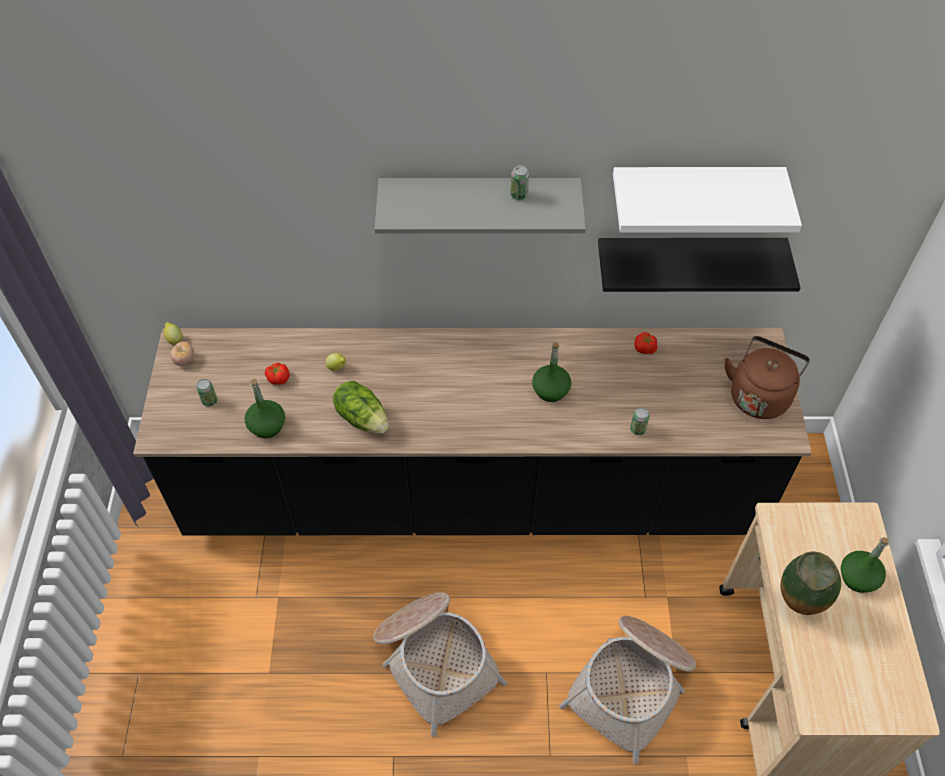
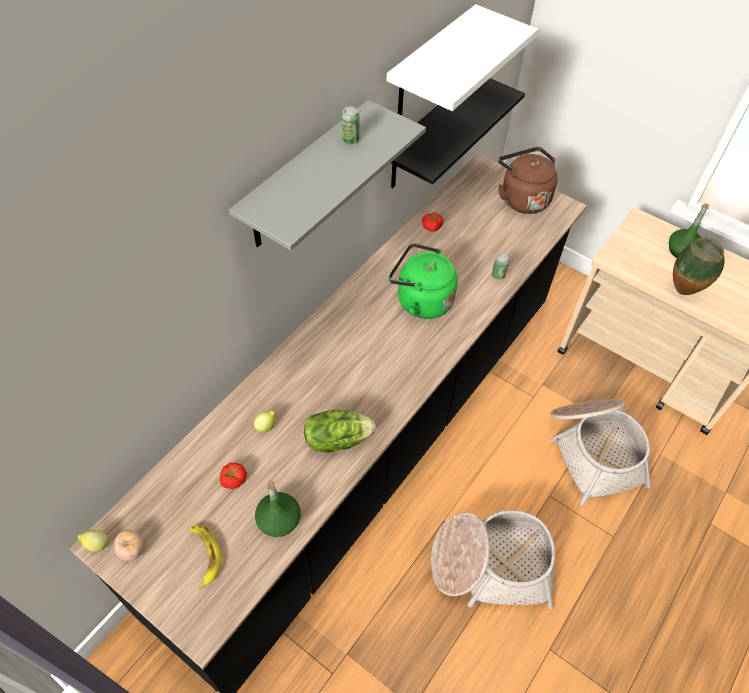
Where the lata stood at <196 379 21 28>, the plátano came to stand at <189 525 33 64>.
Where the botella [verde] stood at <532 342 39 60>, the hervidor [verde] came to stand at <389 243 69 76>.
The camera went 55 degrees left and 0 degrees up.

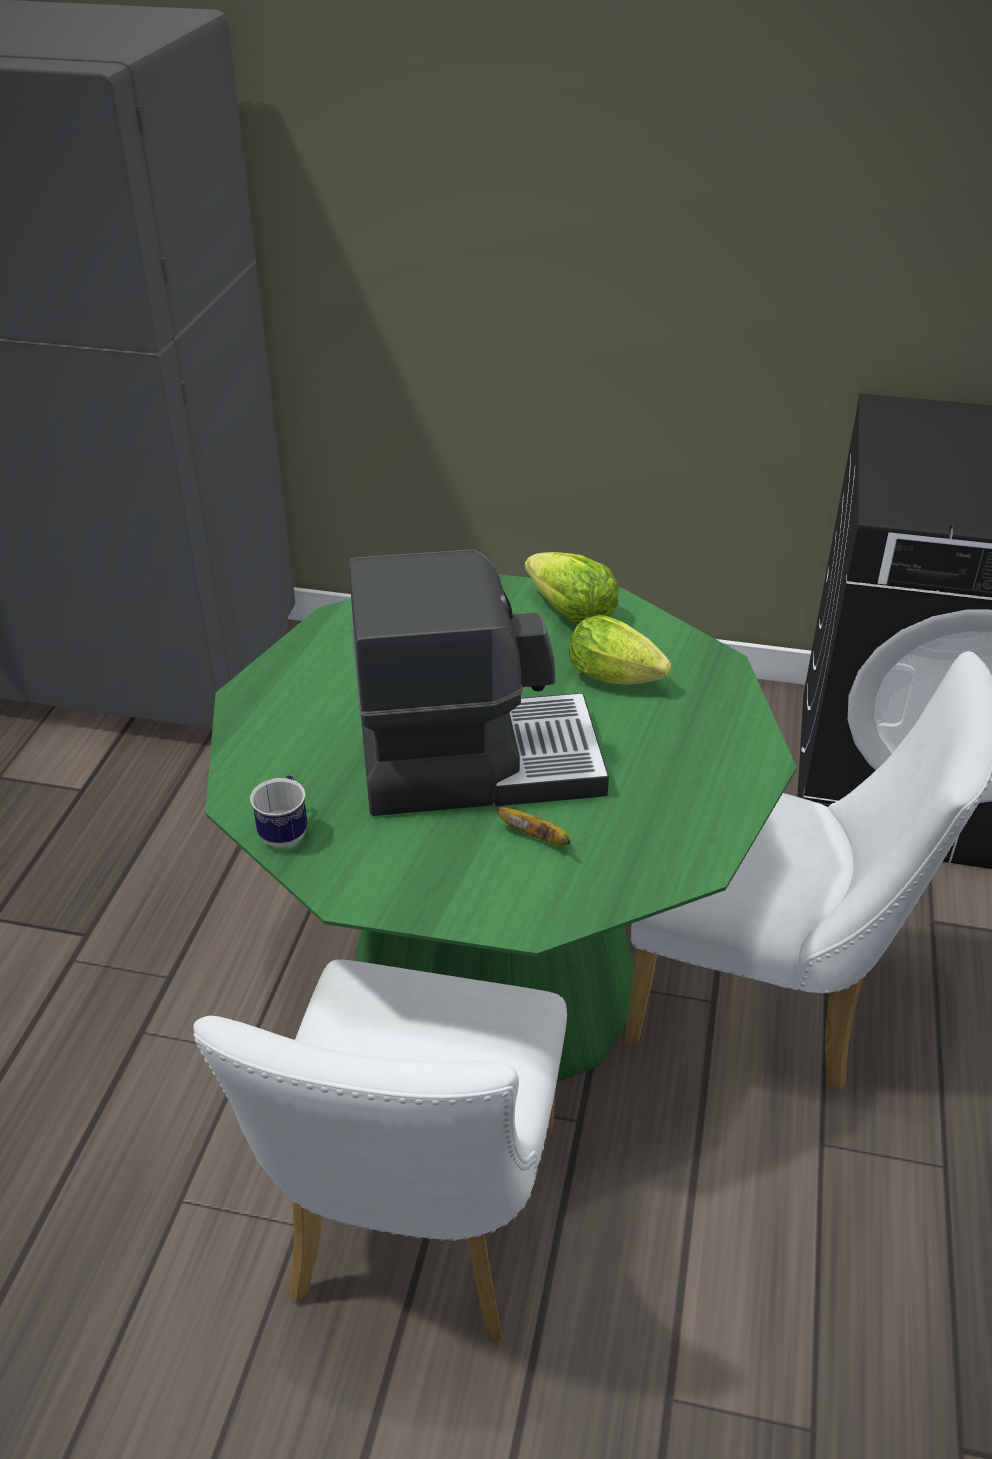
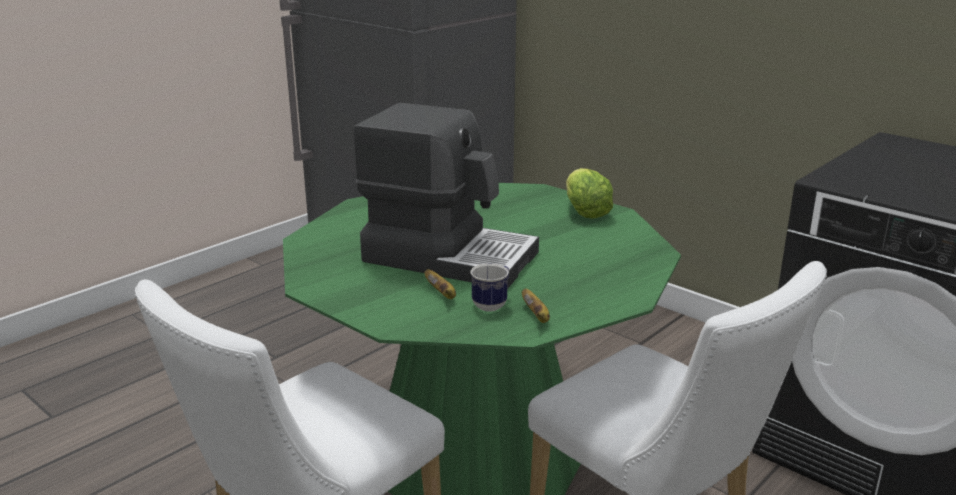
The second view lost the lechuga at <569 615 103 70>.
The second view gained the plátano at <522 289 28 34>.
The taza grande ended up elsewhere, having gone from <250 775 57 73> to <470 263 39 49>.
The camera went 30 degrees right and 15 degrees down.

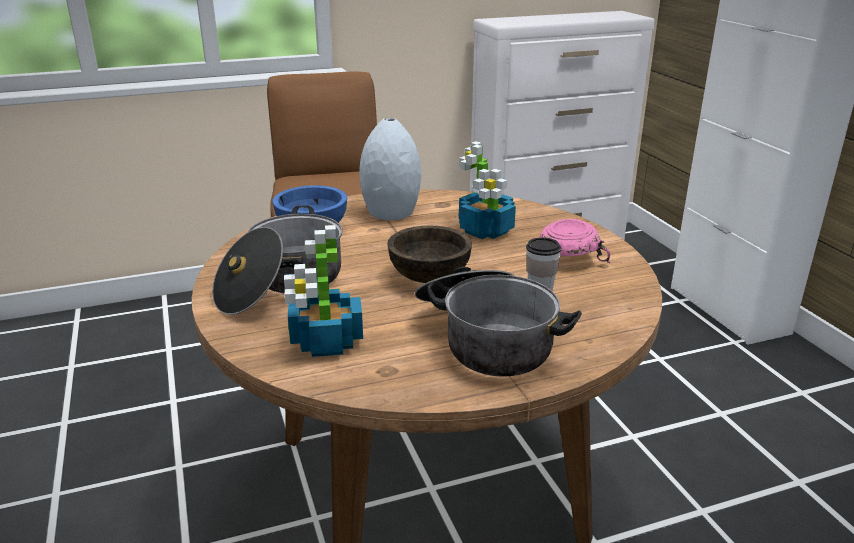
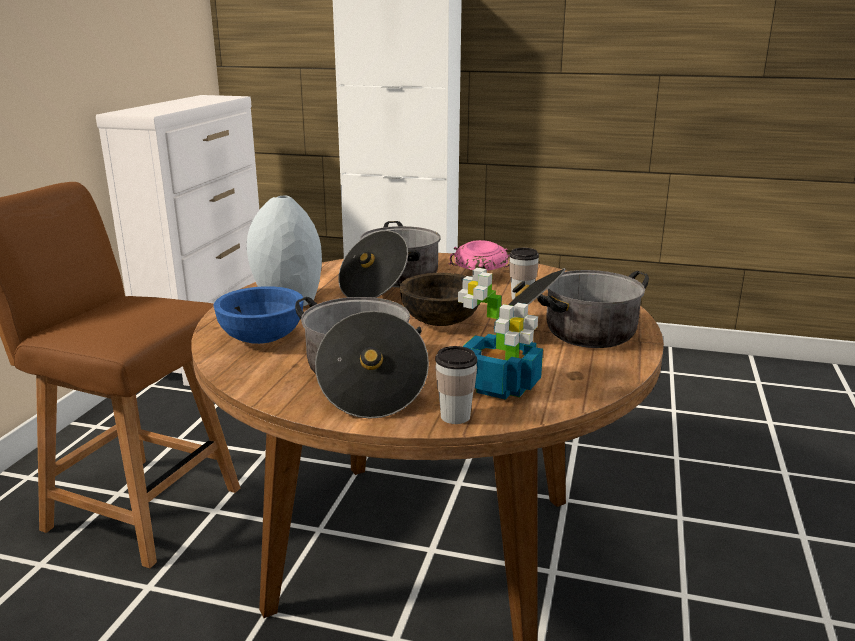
The second view gained the taza at <435 346 42 78>.
Where the planta en maceta stood at <459 141 57 98>, the olla came to stand at <338 221 103 77>.
The camera went 55 degrees left and 5 degrees down.

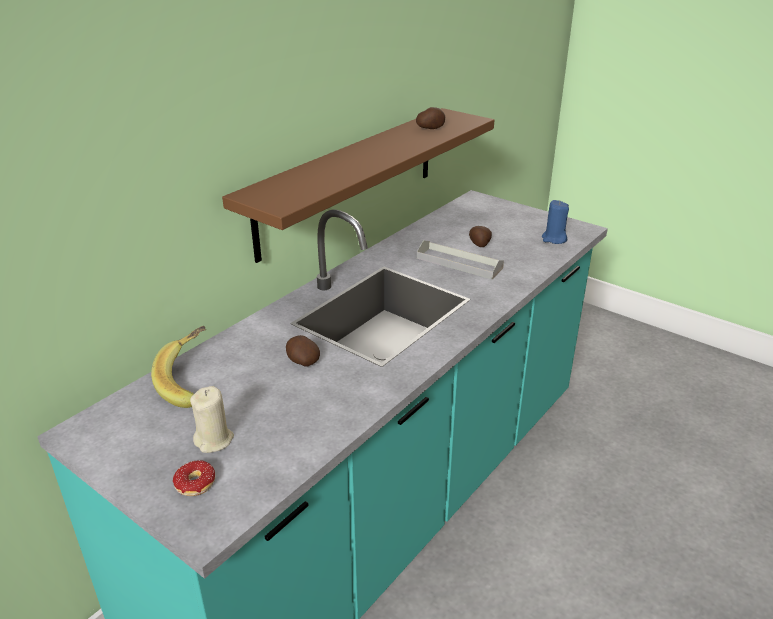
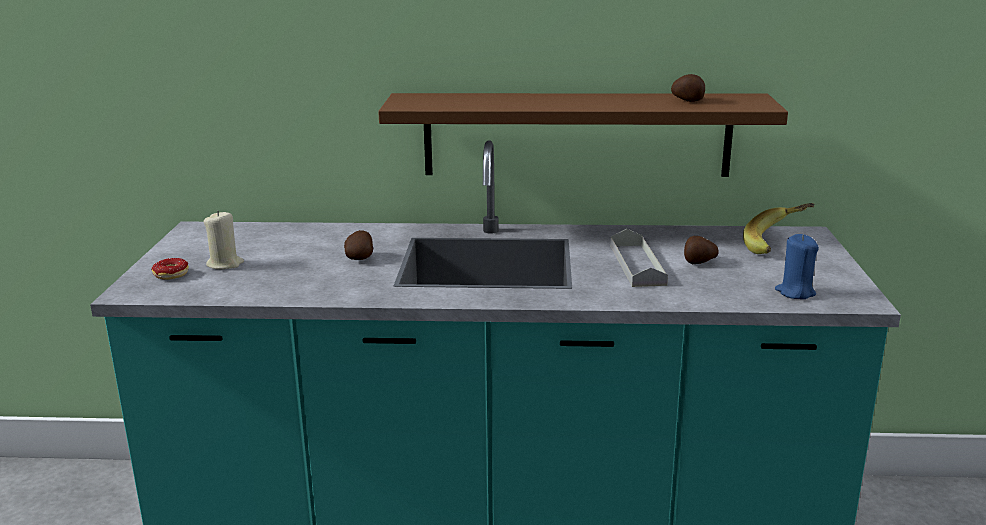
The plátano ended up elsewhere, having gone from <151 326 55 82> to <743 203 72 51>.
The camera went 55 degrees right and 10 degrees down.

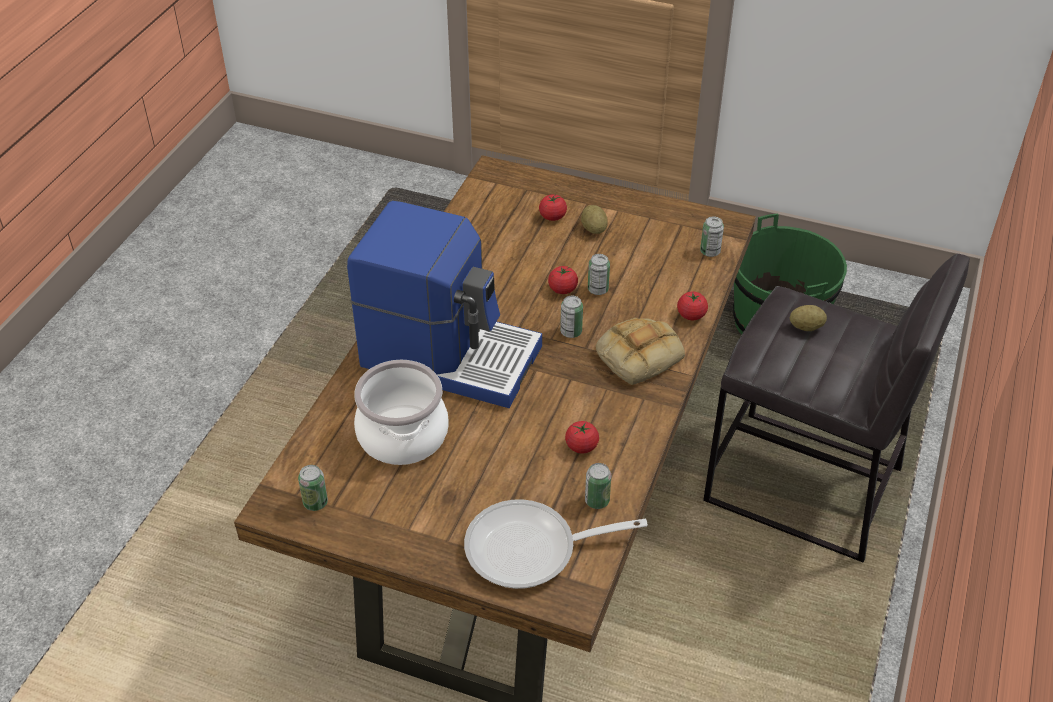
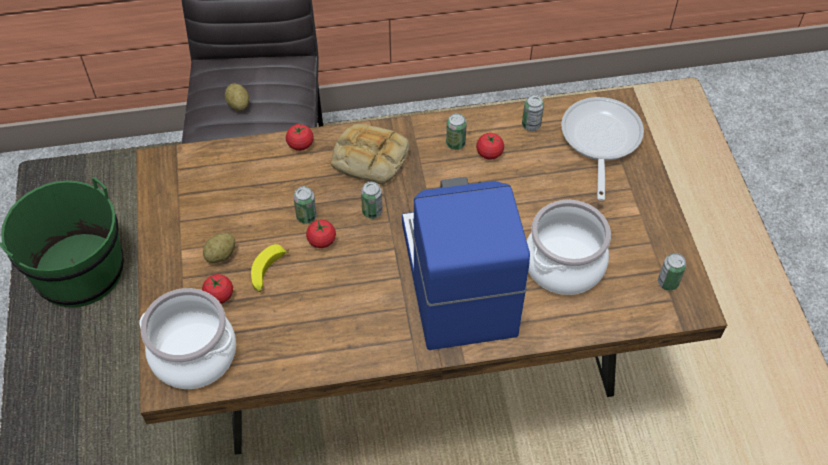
The second view gained the olla at <139 288 97 101>.
The second view gained the plátano at <251 244 38 48>.
The lata ended up elsewhere, having gone from <700 216 24 41> to <446 113 21 37>.
The sartén at <464 499 184 90> ended up facing another way, 135 degrees counterclockwise from before.
The camera went 120 degrees left and 10 degrees up.

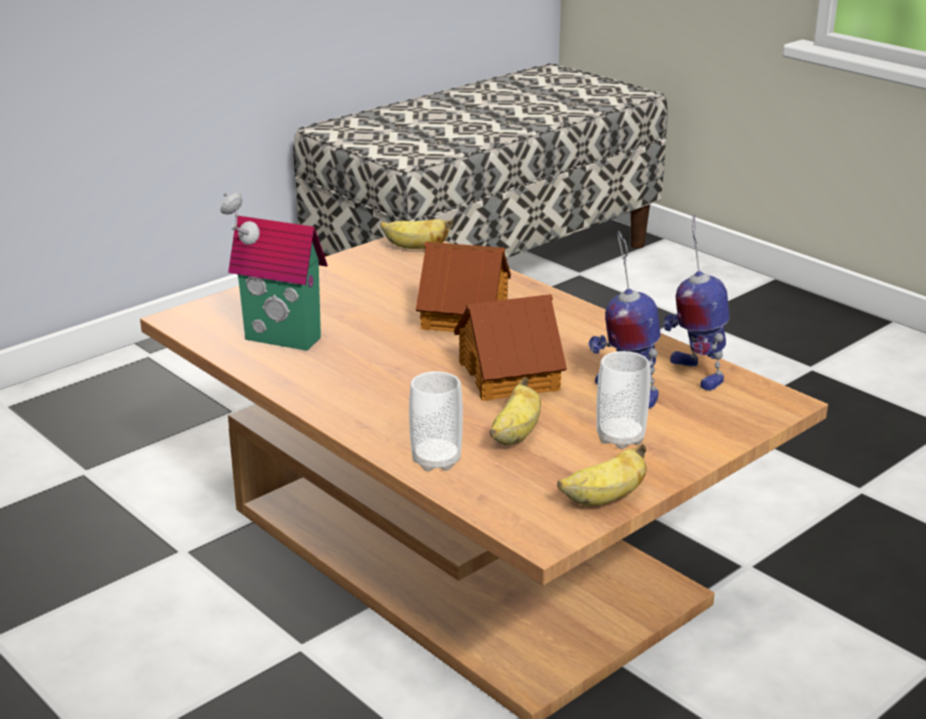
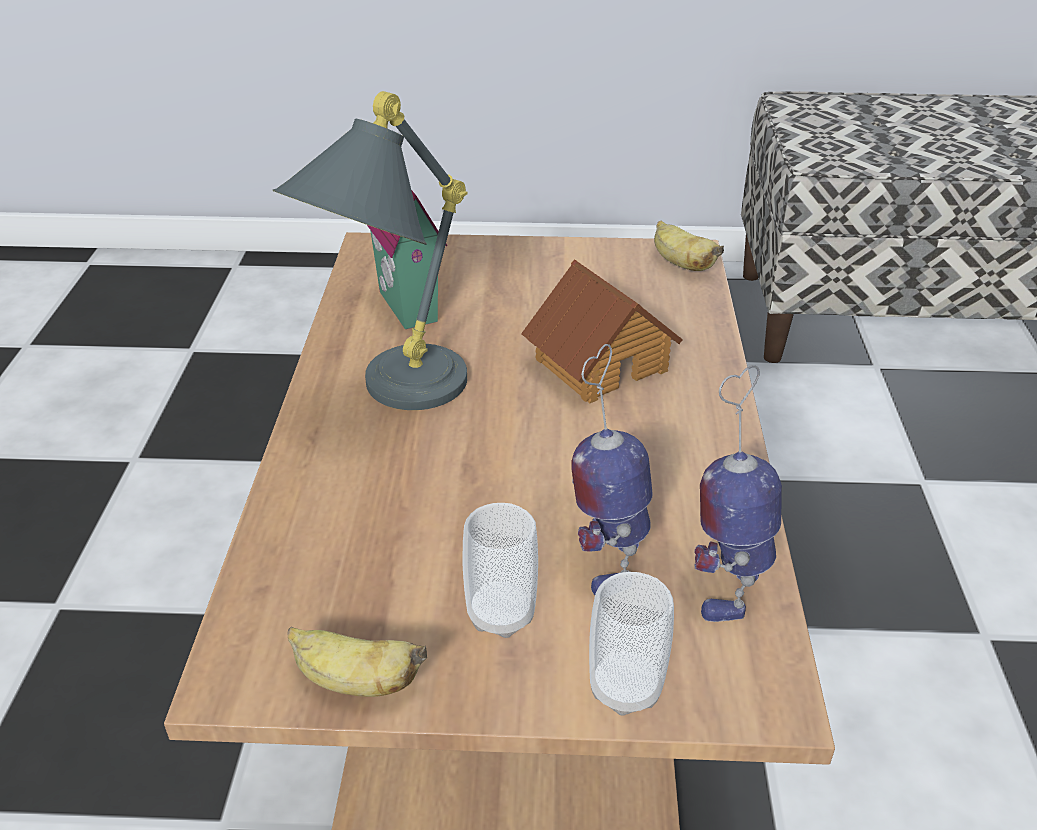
The second view lost the casita at <454 294 113 107>.
The second view lost the plátano at <489 377 52 68>.
The second view gained the lámpara de mesa [gris] at <273 91 195 319>.
The taza ended up elsewhere, having gone from <409 371 54 100> to <589 572 85 144>.
The camera went 45 degrees right and 10 degrees up.

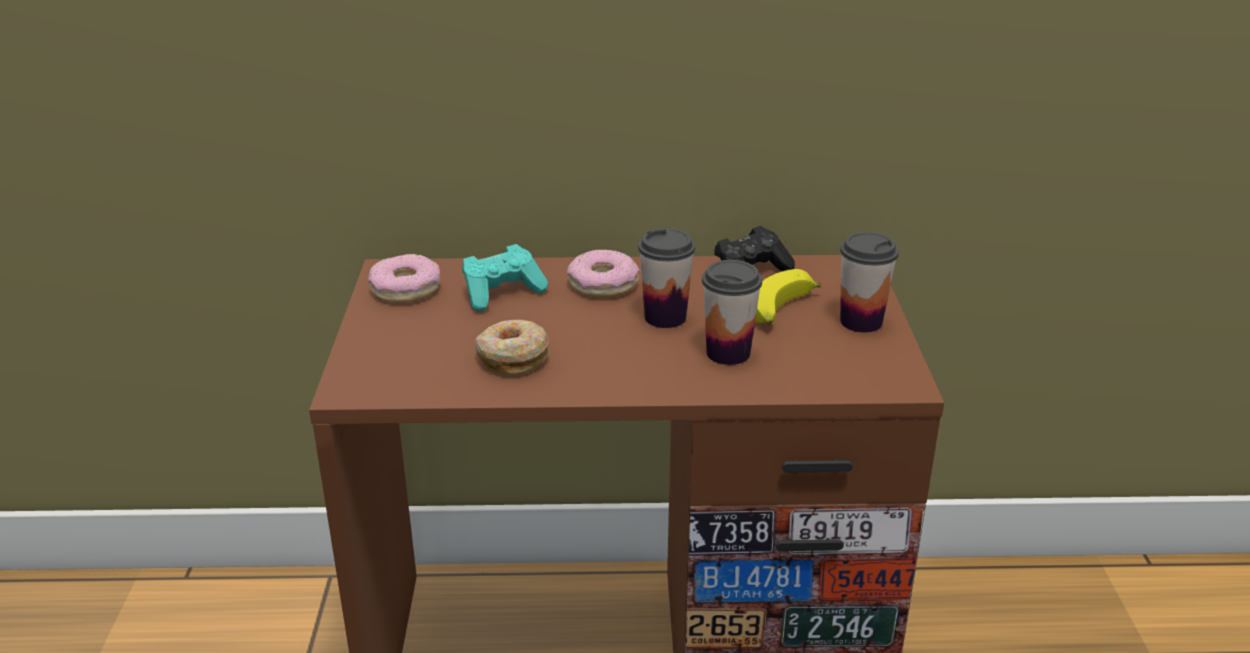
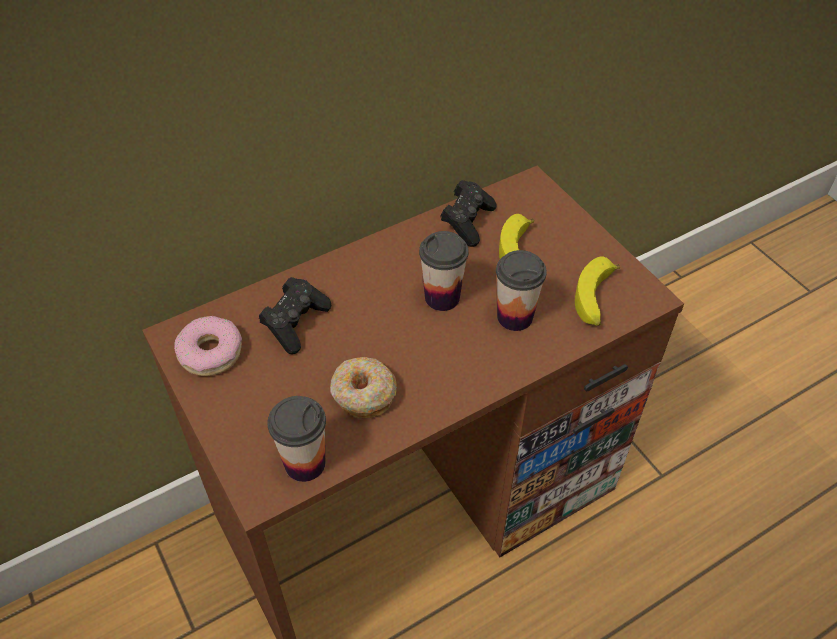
The second view lost the rosquilla at <567 249 73 49>.
The second view gained the plátano at <575 257 45 69>.
The taza ended up elsewhere, having gone from <840 232 59 101> to <267 396 59 86>.
What was the mando de consola [turquesa] at <462 244 86 67> turned into the mando de consola [negro] at <259 277 73 77>.
The camera went 30 degrees left and 20 degrees up.

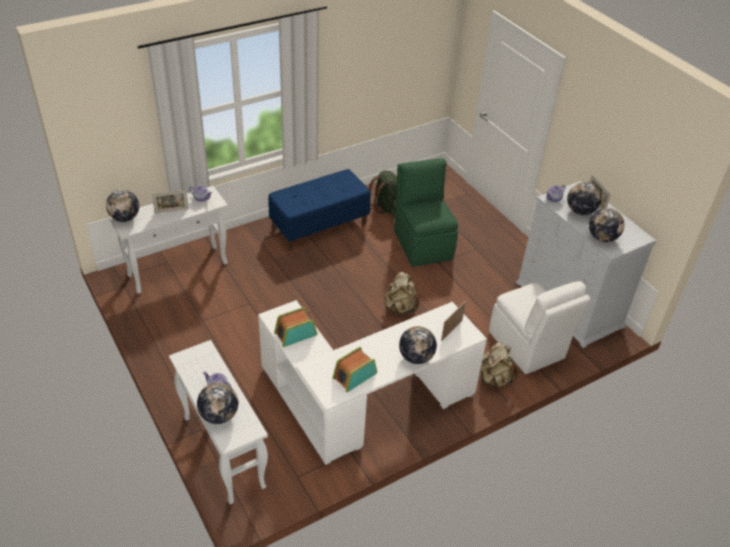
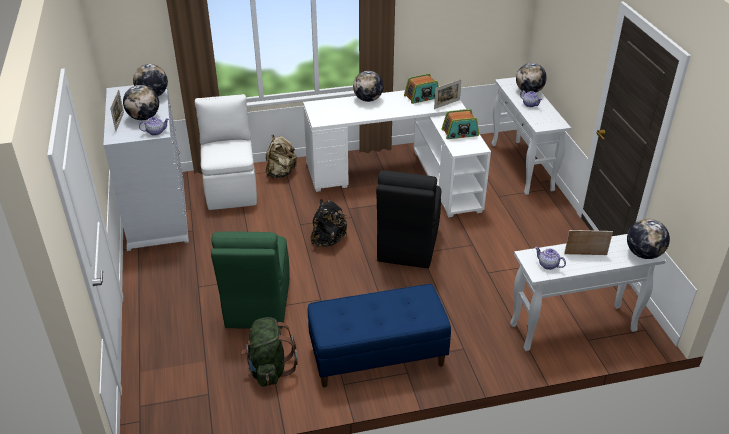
The second view gained the silla [negro] at <376 170 65 98>.
The portarretratos ended up elsewhere, having gone from <441 301 25 40> to <434 79 28 30>.
What was the mochila [beis] at <384 272 35 41> turned into the mochila [negro] at <310 199 37 48>.
The camera went 160 degrees left and 5 degrees down.

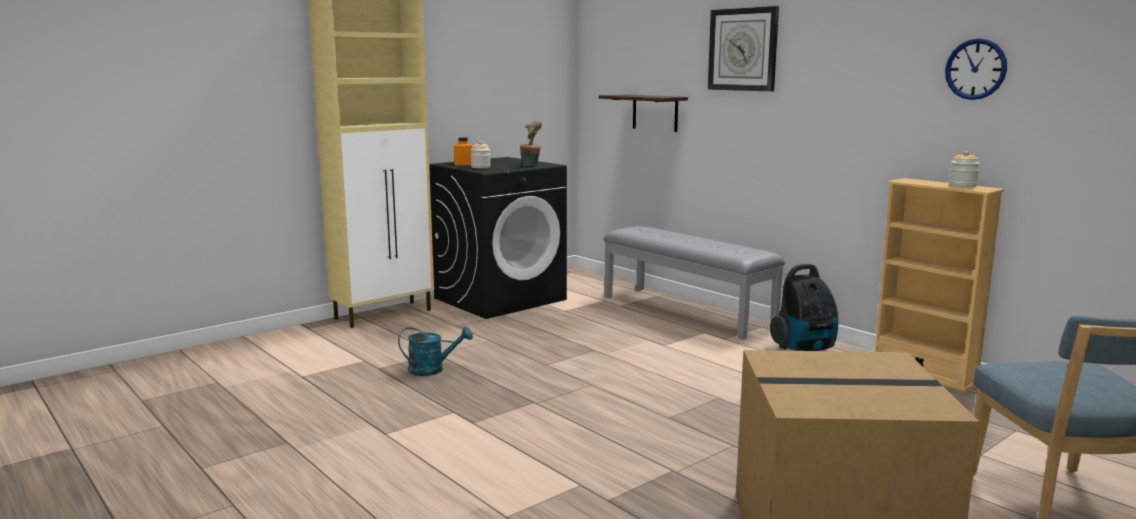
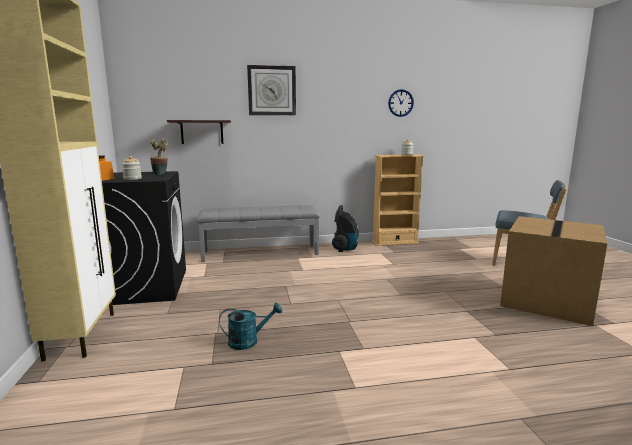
The regadera [turquesa] at <398 327 75 49> ended up facing another way, 45 degrees clockwise from before.
The camera went 60 degrees left and 0 degrees up.

